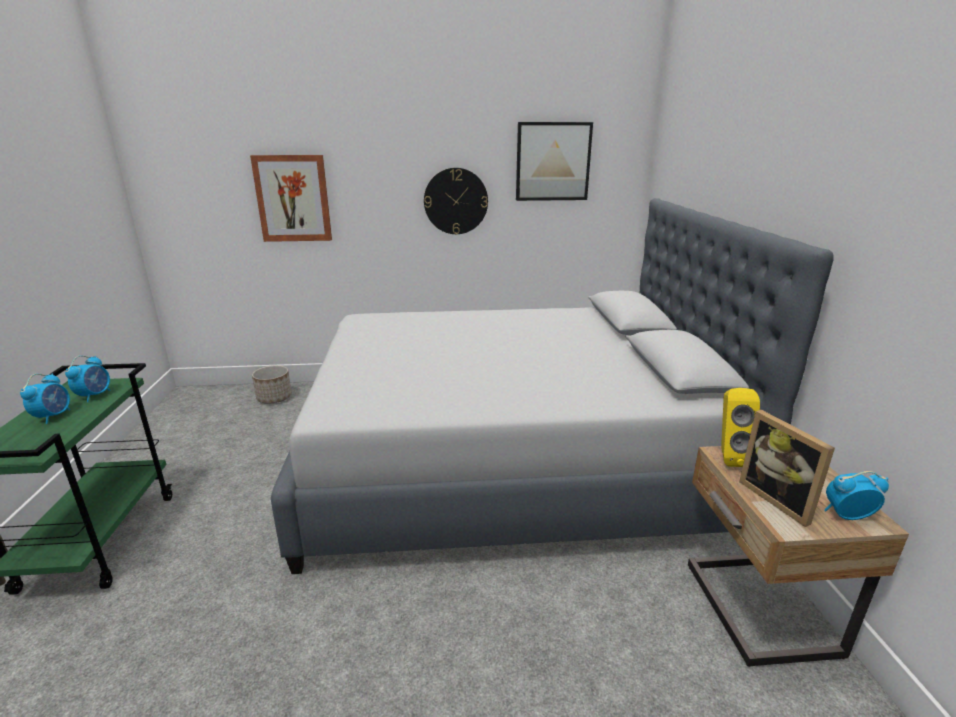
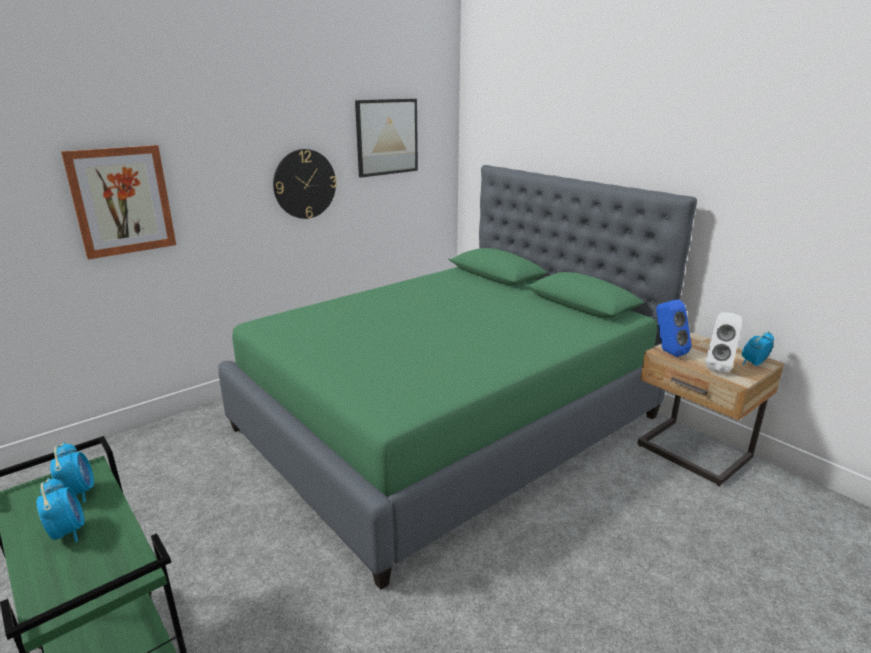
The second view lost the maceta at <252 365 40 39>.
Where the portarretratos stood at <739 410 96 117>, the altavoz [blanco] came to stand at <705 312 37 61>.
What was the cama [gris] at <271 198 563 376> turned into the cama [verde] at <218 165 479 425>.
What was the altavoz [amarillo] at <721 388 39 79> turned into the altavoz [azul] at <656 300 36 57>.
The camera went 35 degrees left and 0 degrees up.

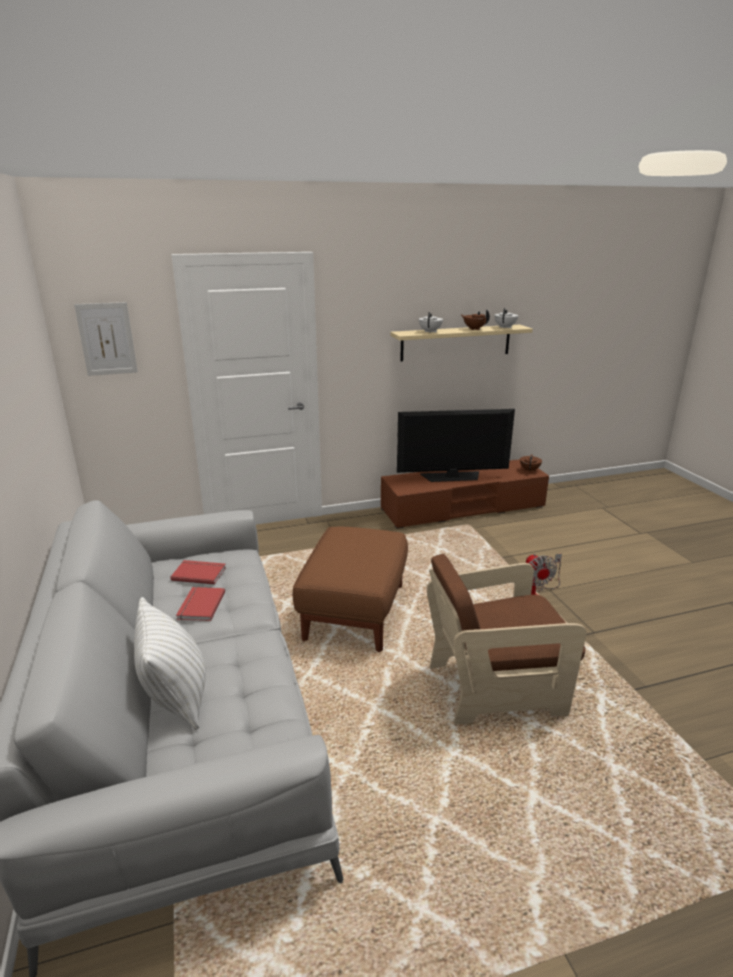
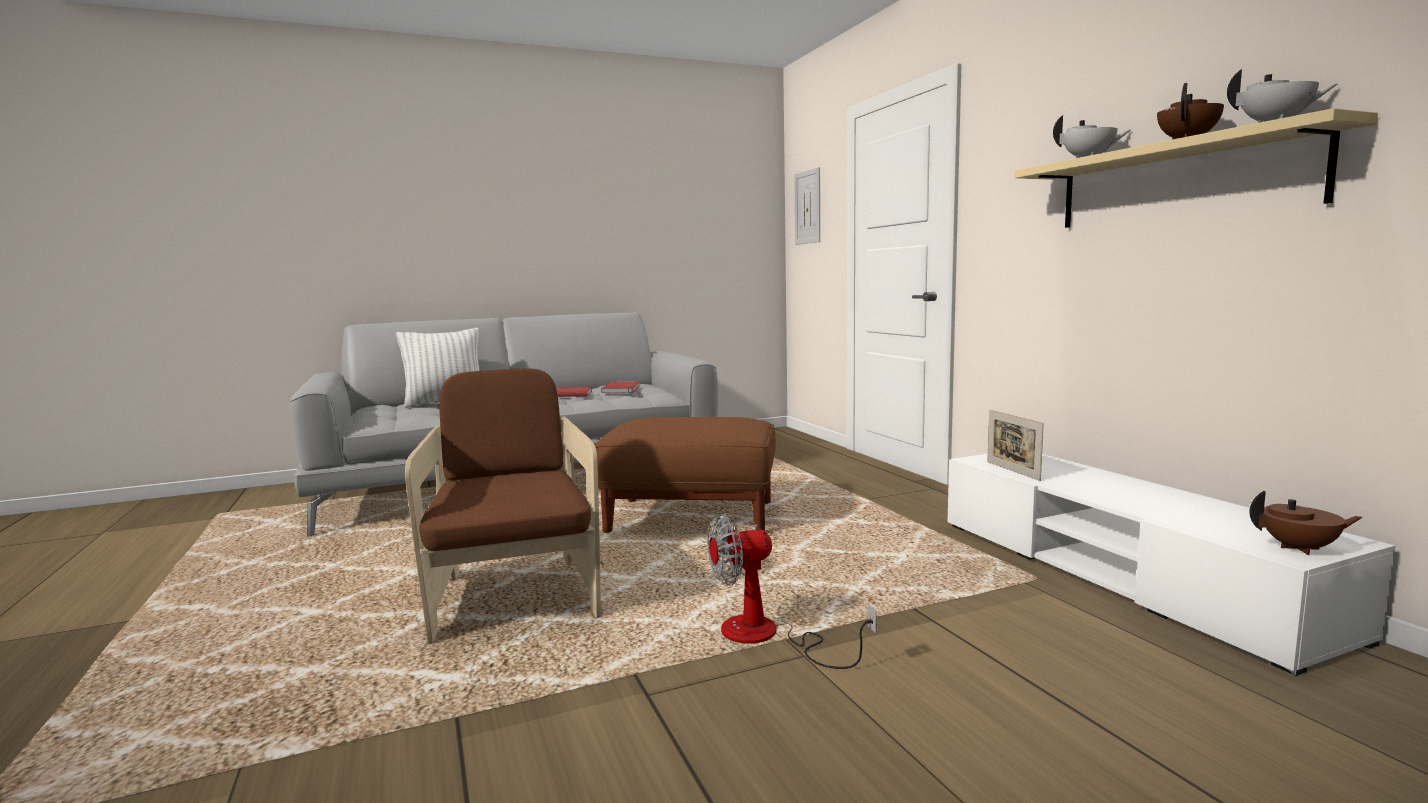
The second view lost the televisor at <397 409 118 73>.
The second view gained the portarretratos at <987 409 57 72>.
What was the mueble de televisión [marrón] at <381 459 168 70> turned into the mueble de televisión [blanco] at <948 454 447 222>.
The camera went 85 degrees right and 15 degrees down.

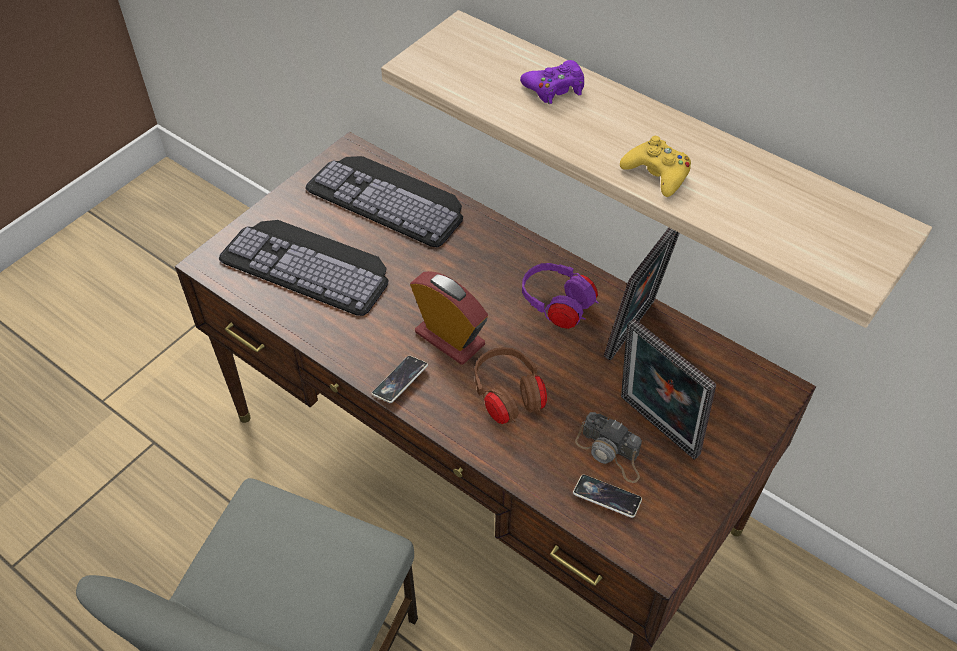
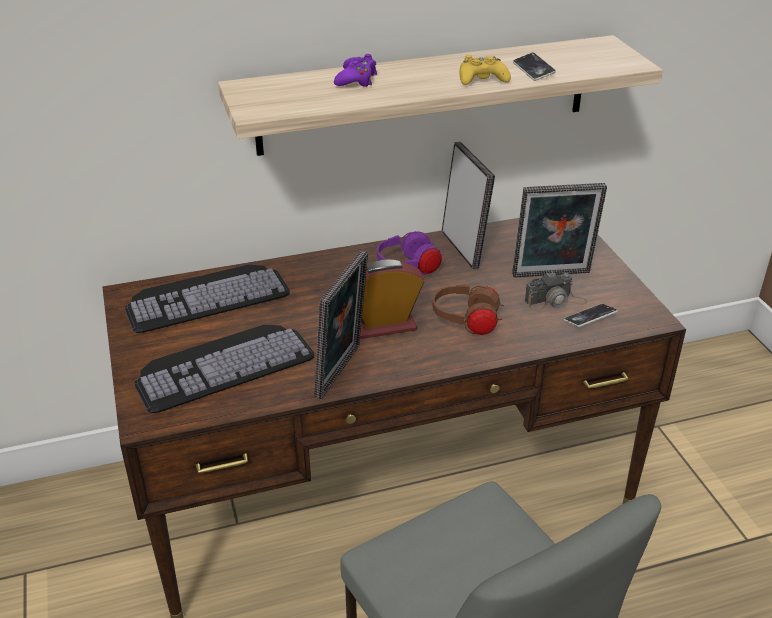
The second view gained the portarretratos at <314 250 54 149>.
The móvil ended up elsewhere, having gone from <372 356 56 47> to <513 52 43 29>.
The camera went 55 degrees left and 15 degrees down.

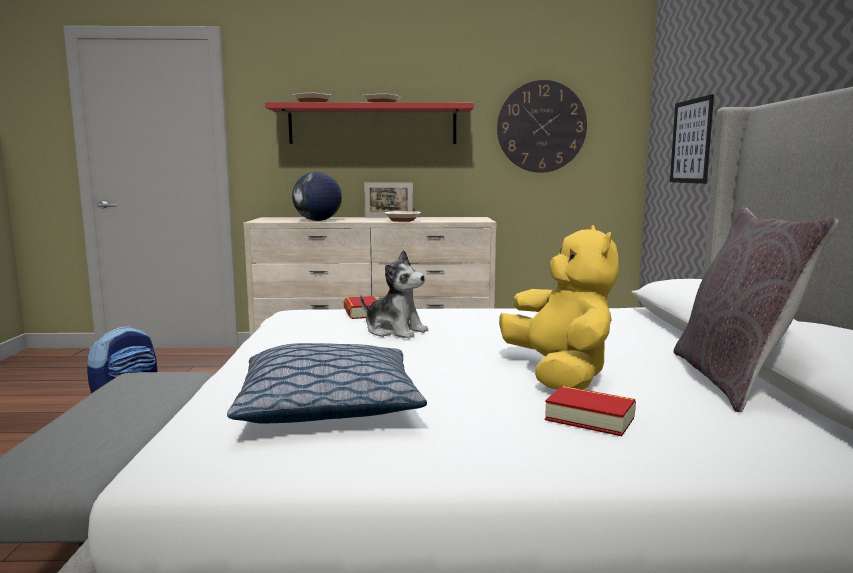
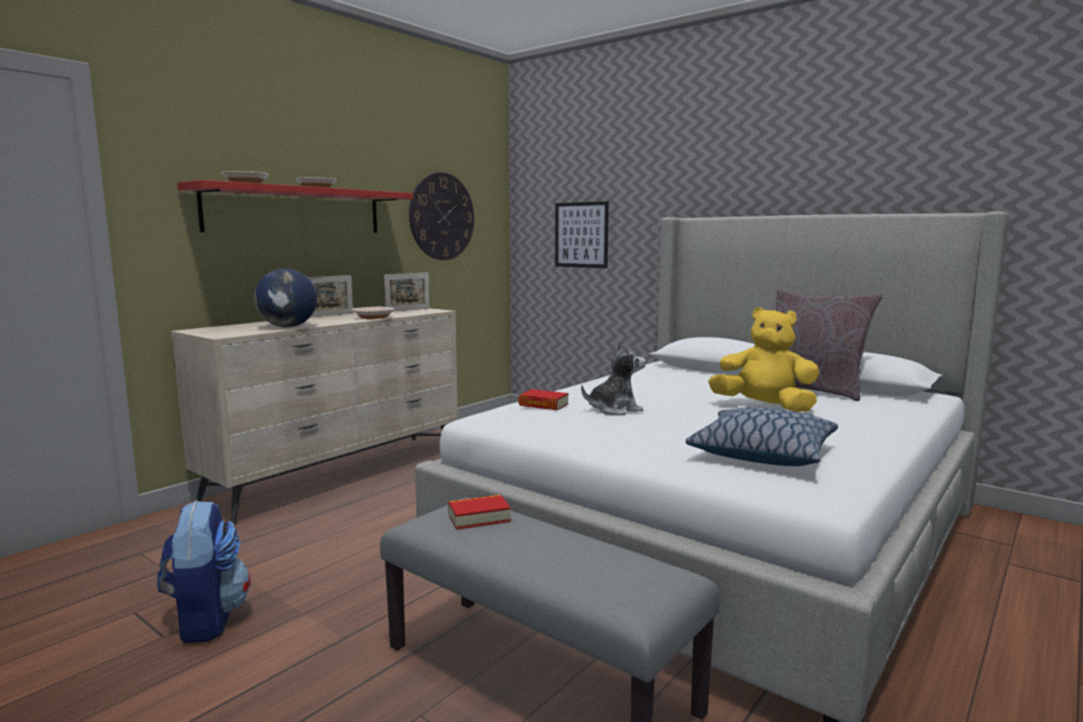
The second view gained the portarretratos at <384 273 46 39>.
The libro ended up elsewhere, having gone from <545 386 91 50> to <448 495 63 35>.
The camera went 50 degrees left and 0 degrees up.

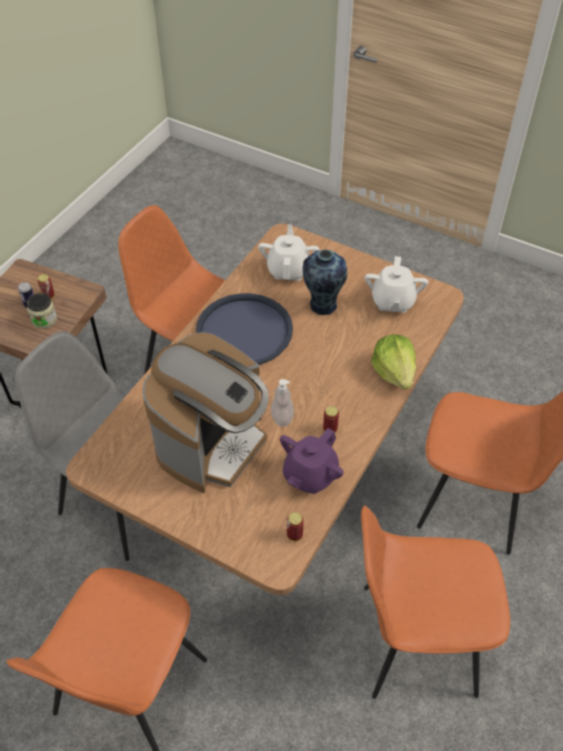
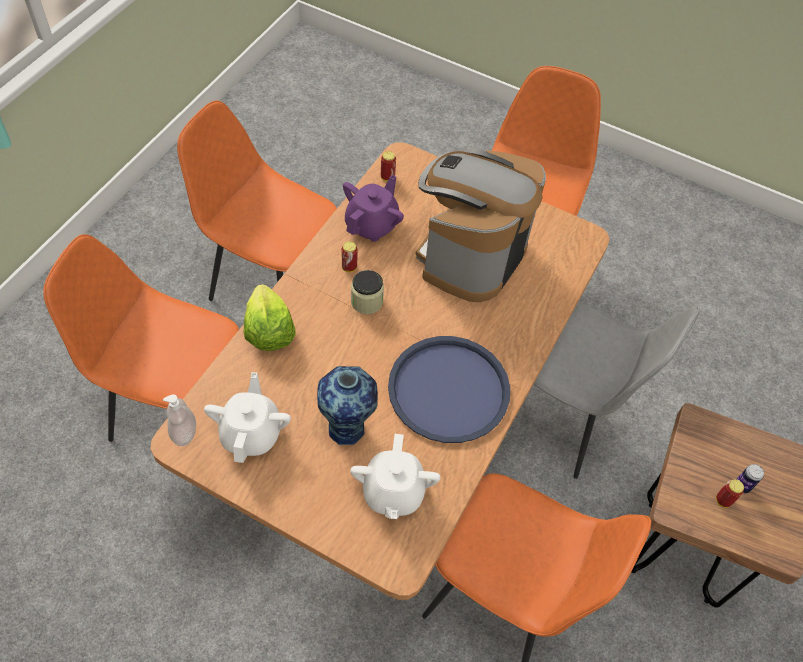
The tarro ended up elsewhere, having gone from <26 293 31 36> to <351 270 33 44>.
The dispensador de jabón ended up elsewhere, having gone from <271 379 23 48> to <163 395 33 51>.
The silla [naranja] at <361 506 149 193> ended up facing another way, 150 degrees counterclockwise from before.
The camera went 175 degrees right and 5 degrees up.

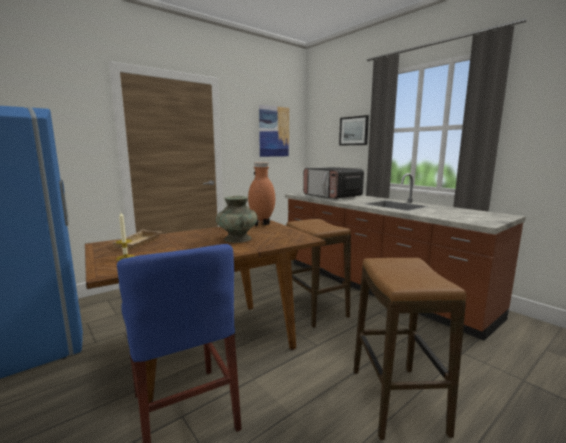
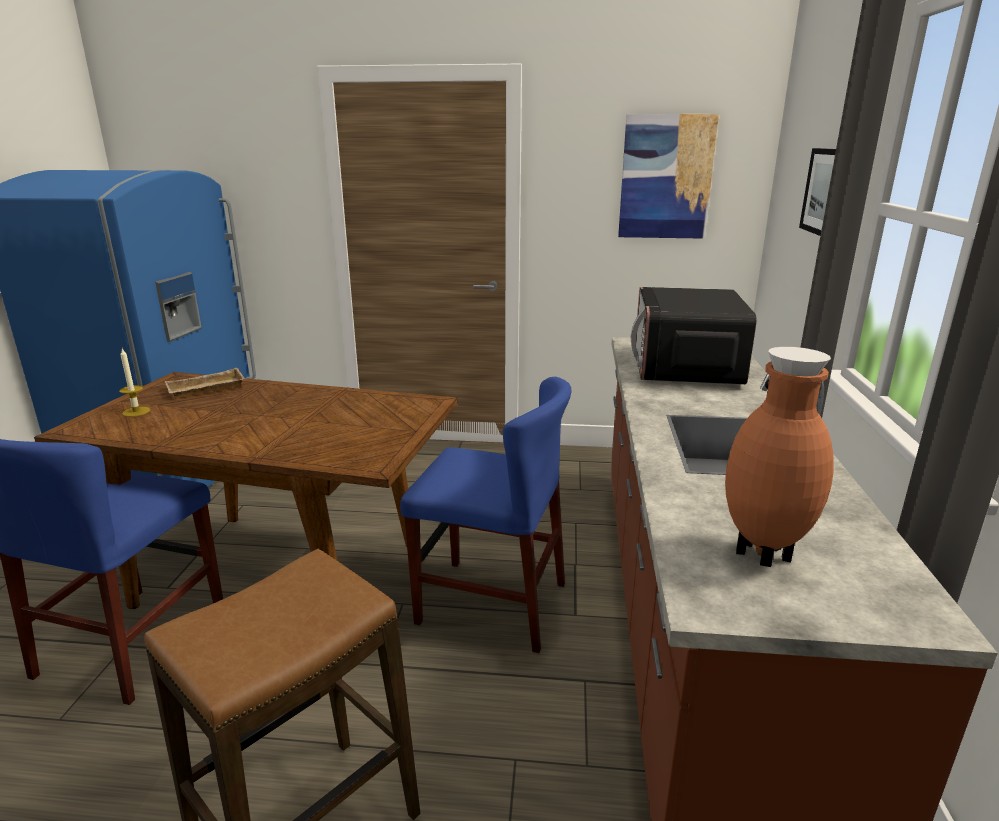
The second view lost the florero [turquesa] at <216 195 42 48>.
The florero [marrón] ended up elsewhere, having gone from <248 163 27 63> to <725 347 109 220>.
Where the taburete stood at <286 219 65 109>, the silla [azul] came to stand at <400 377 171 276>.
The camera went 45 degrees right and 10 degrees up.

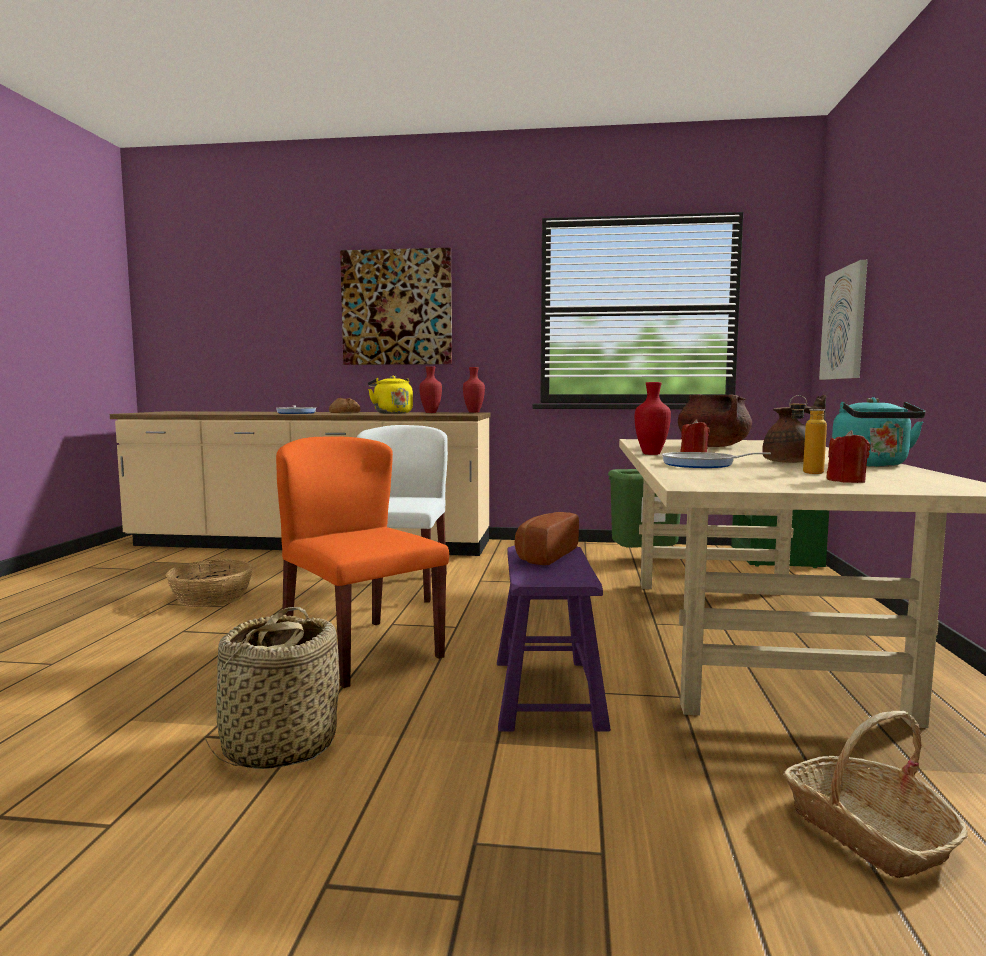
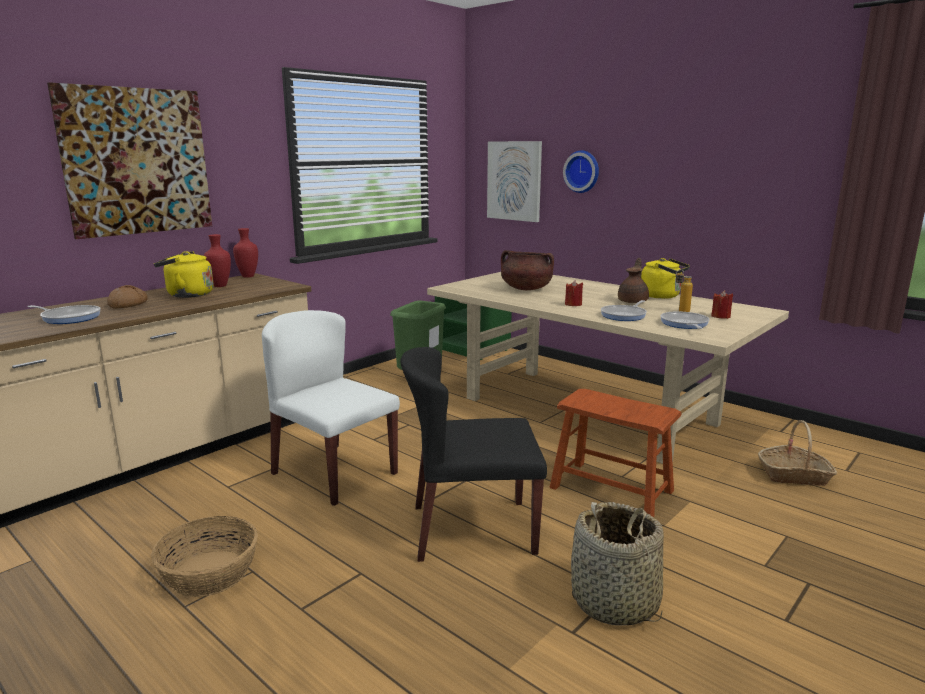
The second view lost the pan at <514 512 65 53>.
The second view lost the florero [rojo] at <635 382 36 73>.
The second view gained the reloj de pared at <563 150 36 43>.
The second view gained the sartén at <660 311 50 18>.
What was the silla [naranja] at <276 437 173 251> turned into the silla [negro] at <400 347 147 215>.
What was the taburete [morado] at <497 546 114 185> turned into the taburete [marrón] at <550 389 131 128>.
What was the hervidor [turquesa] at <832 397 93 70> turned into the hervidor [amarillo] at <641 258 49 41>.
The camera went 55 degrees left and 10 degrees up.

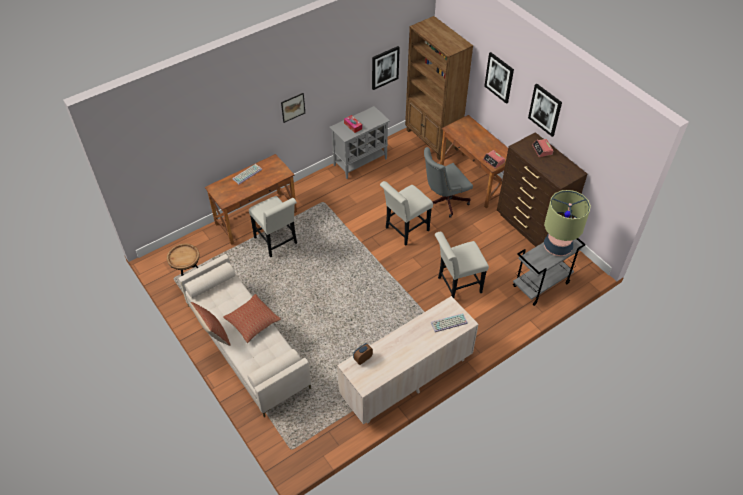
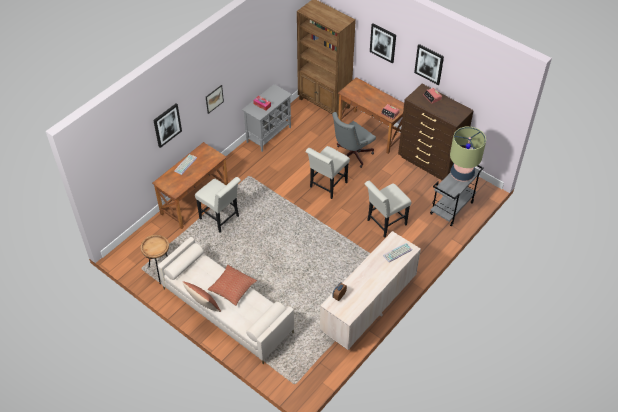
The cuadro ended up elsewhere, having gone from <372 46 28 44> to <153 103 29 45>.
The camera went 15 degrees left and 0 degrees up.

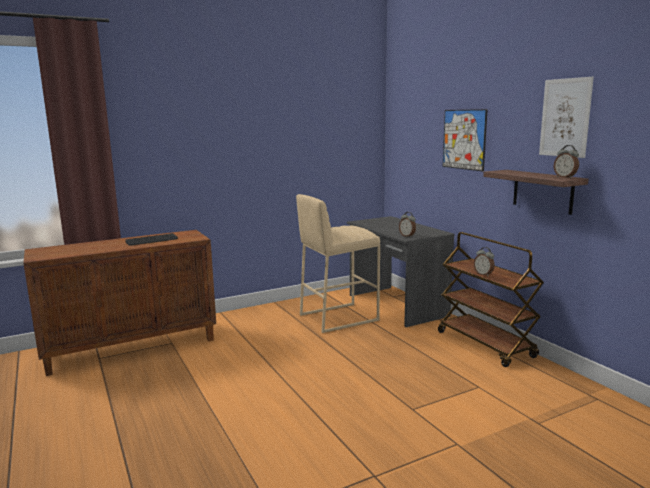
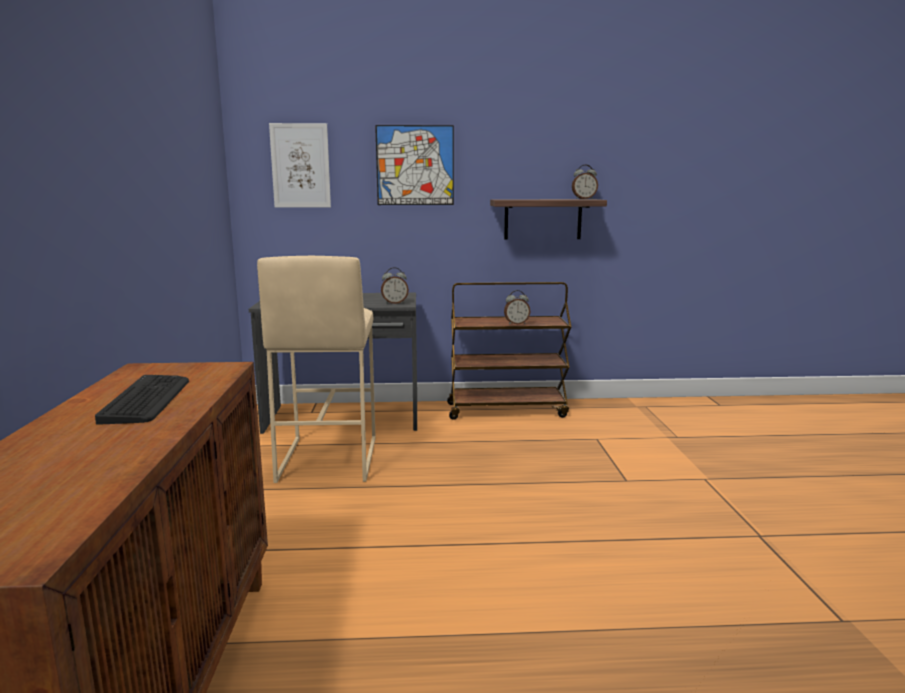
The cuadro ended up elsewhere, having gone from <539 77 55 81> to <269 123 62 85>.
The camera went 65 degrees left and 0 degrees up.

